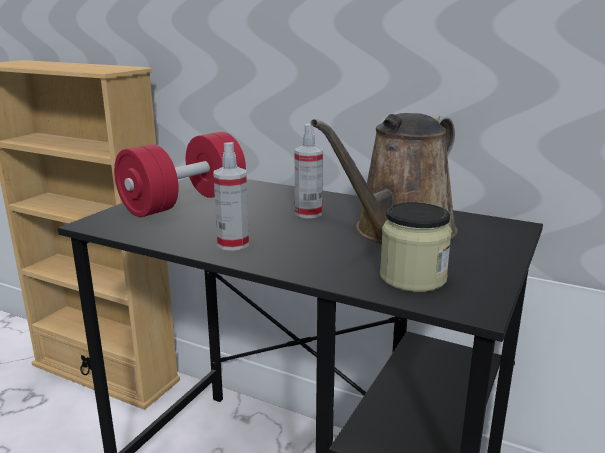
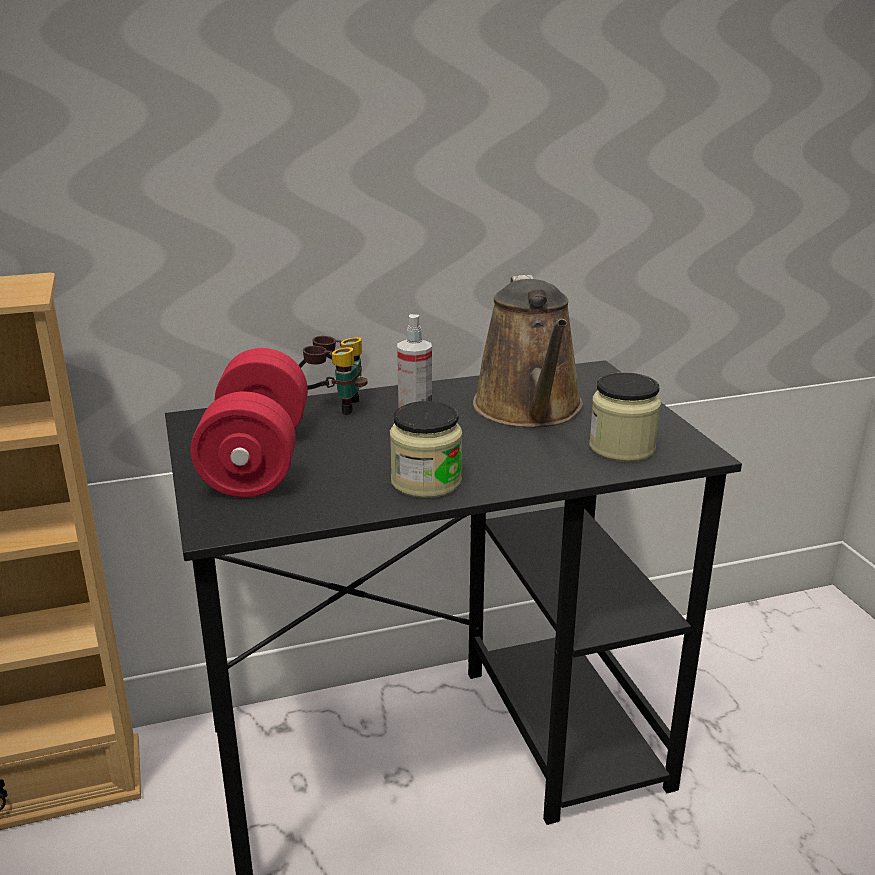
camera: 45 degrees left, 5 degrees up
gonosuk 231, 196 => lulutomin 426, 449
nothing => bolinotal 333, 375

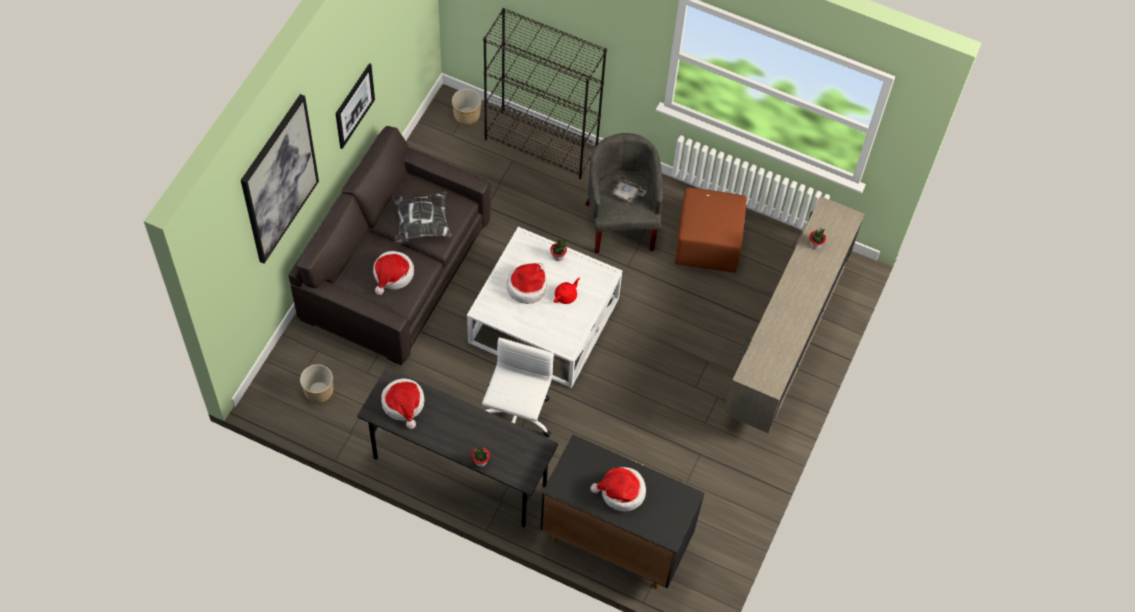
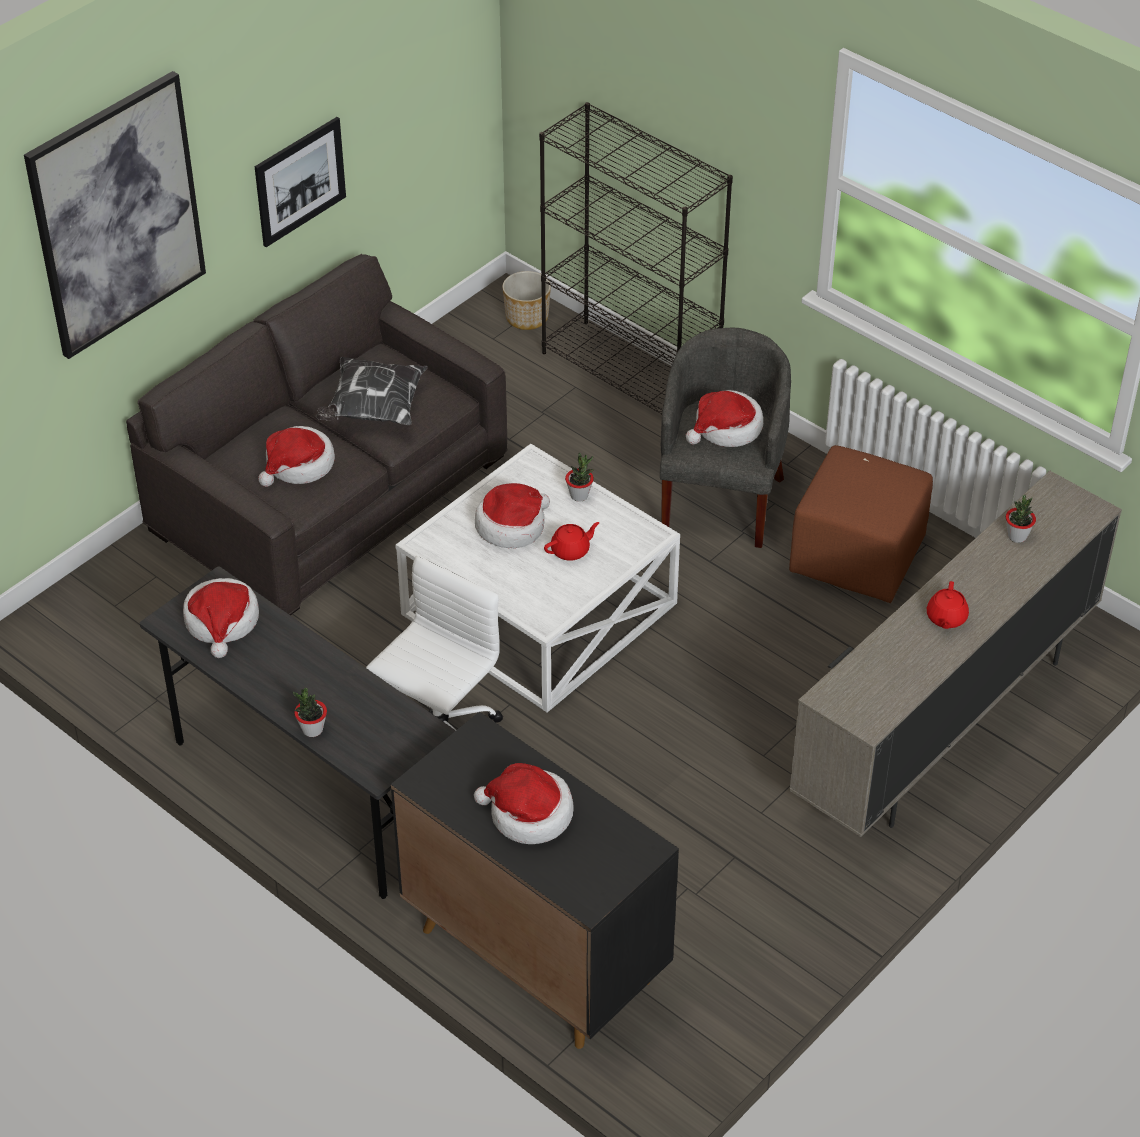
camera: 20 degrees right, 15 degrees down
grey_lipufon 629, 189 => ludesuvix 724, 418
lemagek 316, 383 => nothing
nothing => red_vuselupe 948, 605

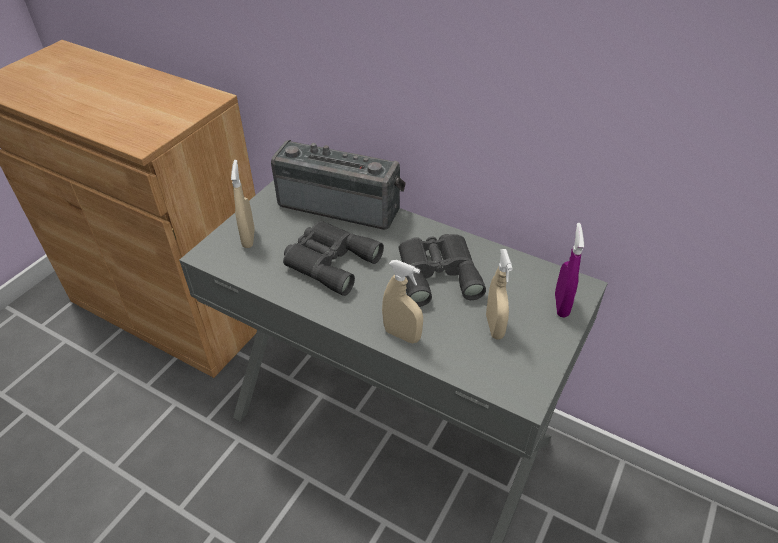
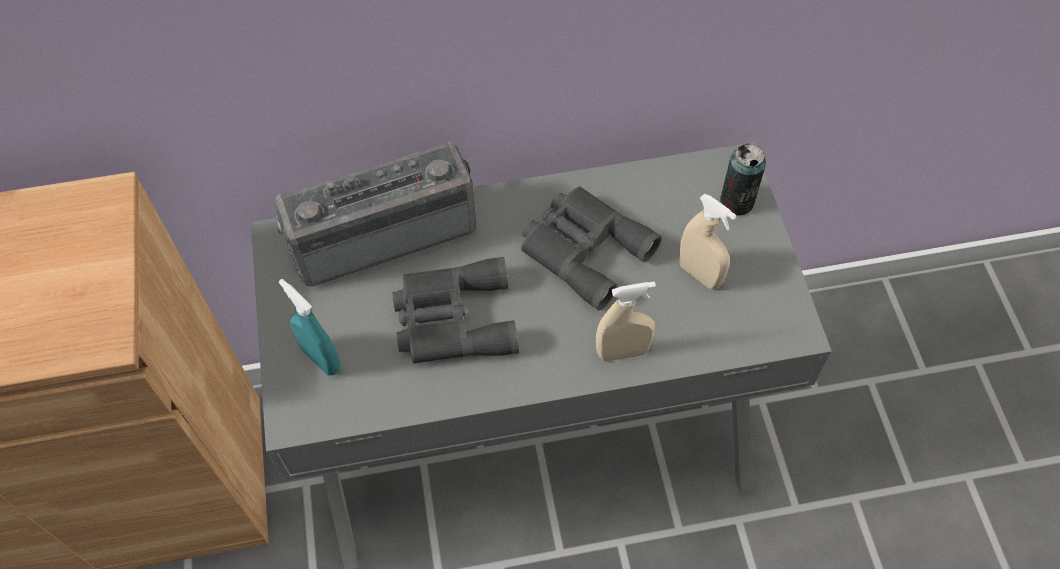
camera: 40 degrees left, 15 degrees up
beige_gonosuk 243, 204 => turquoise_gonosuk 309, 327
purple_gonosuk 569, 270 => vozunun 743, 179

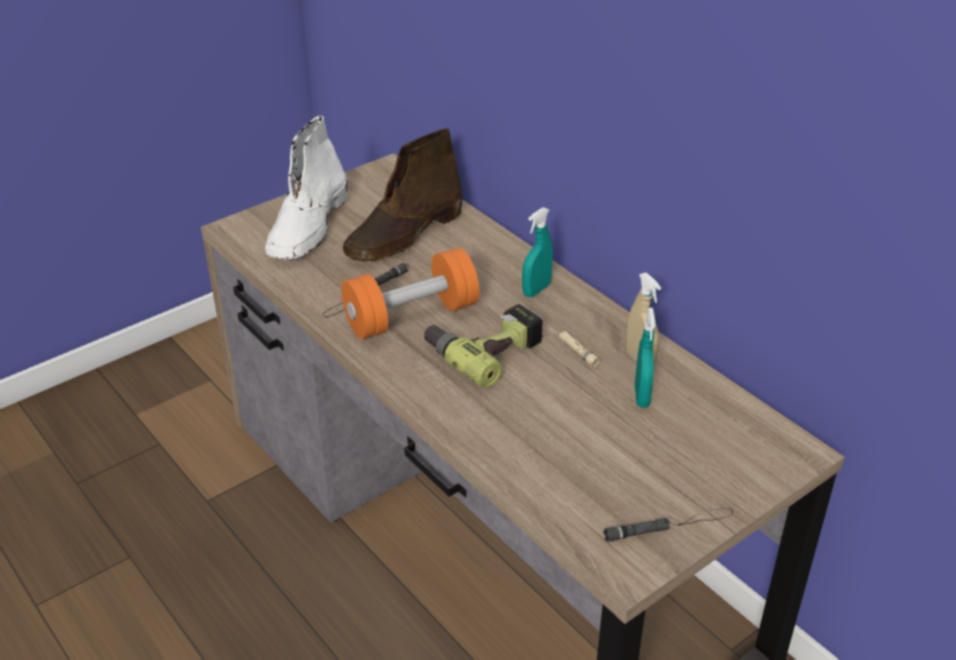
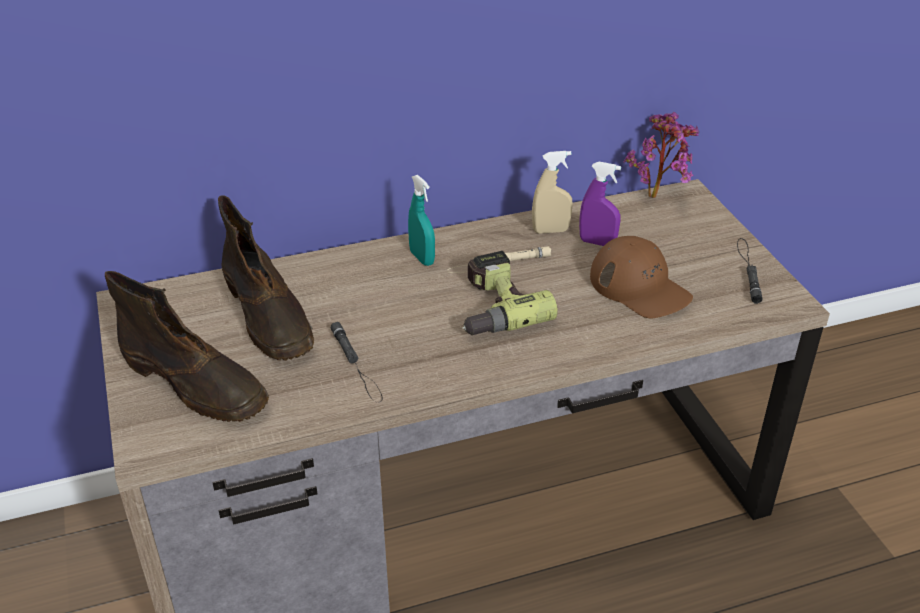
camera: 70 degrees left, 0 degrees up
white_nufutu 306, 187 => brown_nufutu 187, 346
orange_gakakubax 410, 293 => nothing
turquoise_gonosuk 645, 358 => purple_gonosuk 600, 204
nothing => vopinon 661, 155
nothing => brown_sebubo 641, 277

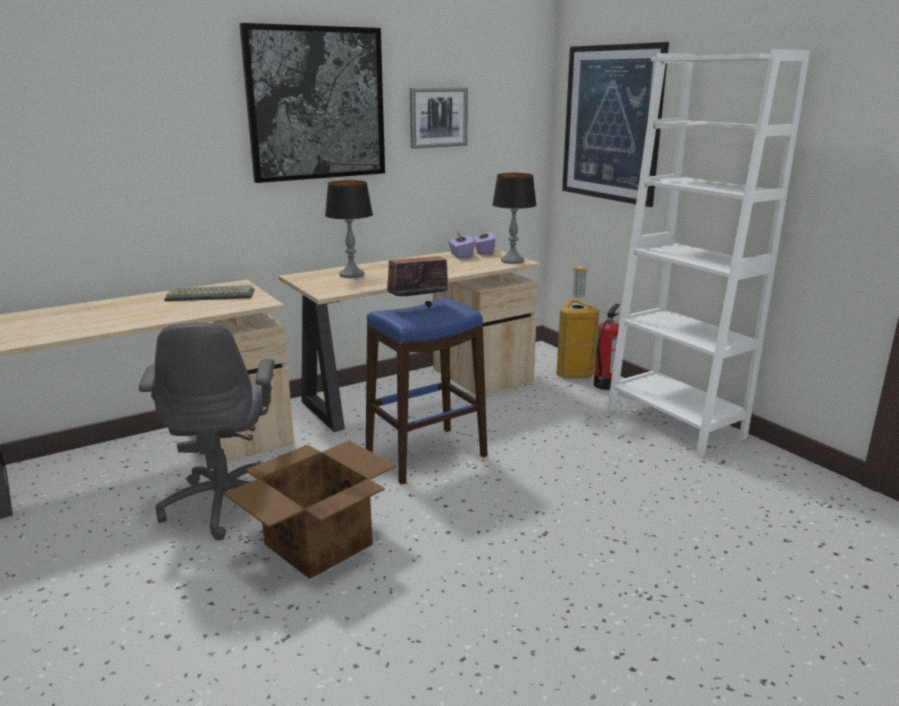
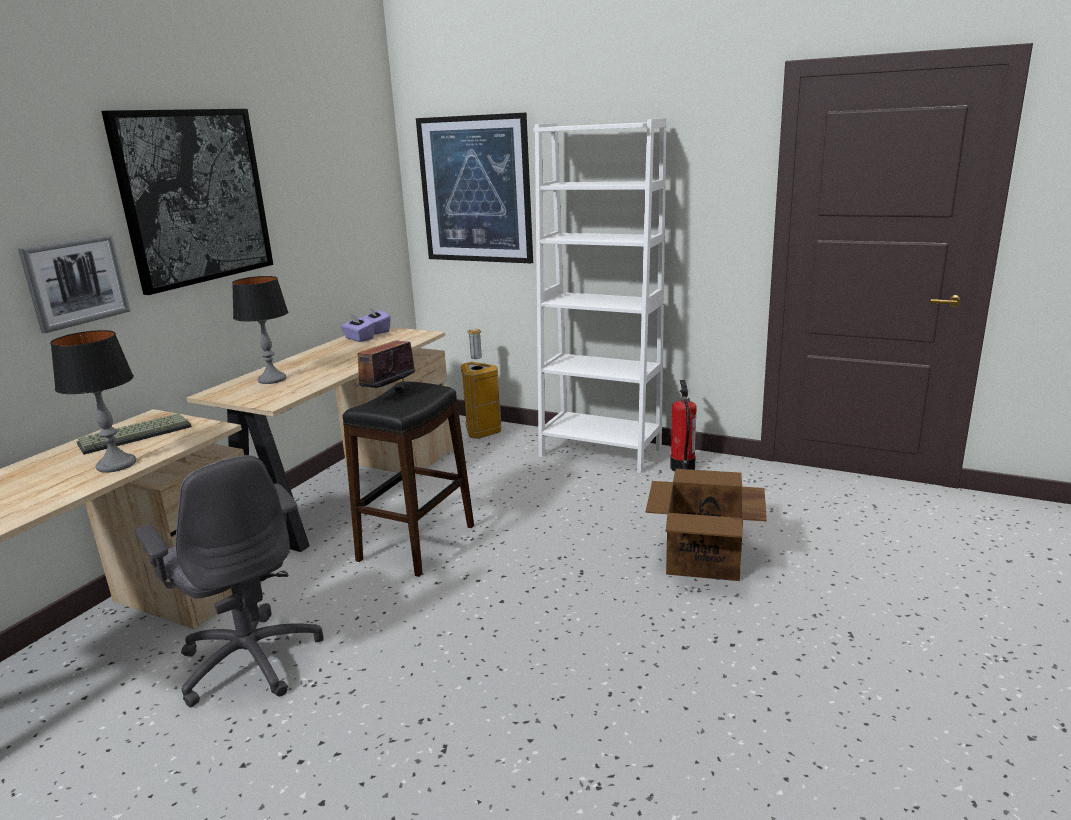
camera: 30 degrees left, 0 degrees up
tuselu 439, 118 => tuselu 74, 283, move
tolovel 514, 218 => tolovel 93, 401, move
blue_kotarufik 427, 391 => black_kotarufik 408, 479
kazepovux 607, 347 => kazepovux 683, 425, move
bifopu 310, 510 => bifopu 706, 525, move

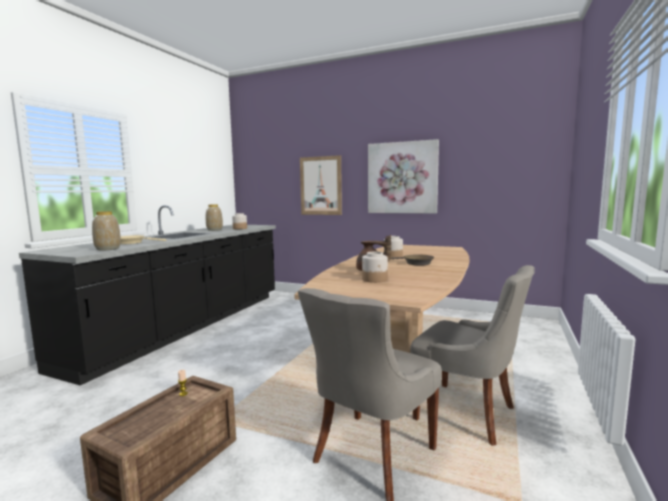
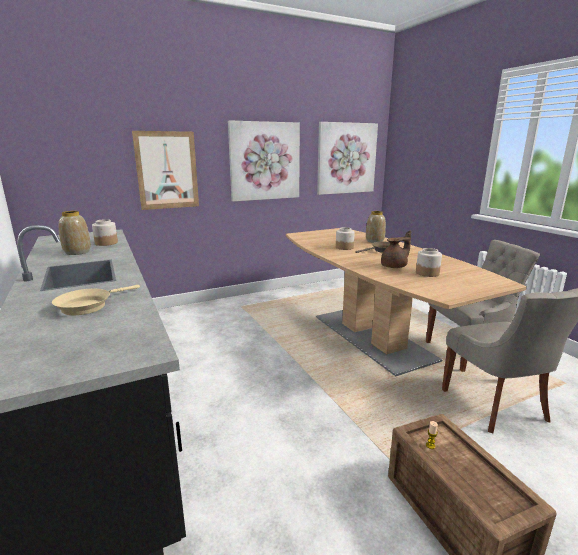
camera: 50 degrees left, 10 degrees up
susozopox 106, 231 => susozopox 376, 227, move
nothing => tuselu 347, 158

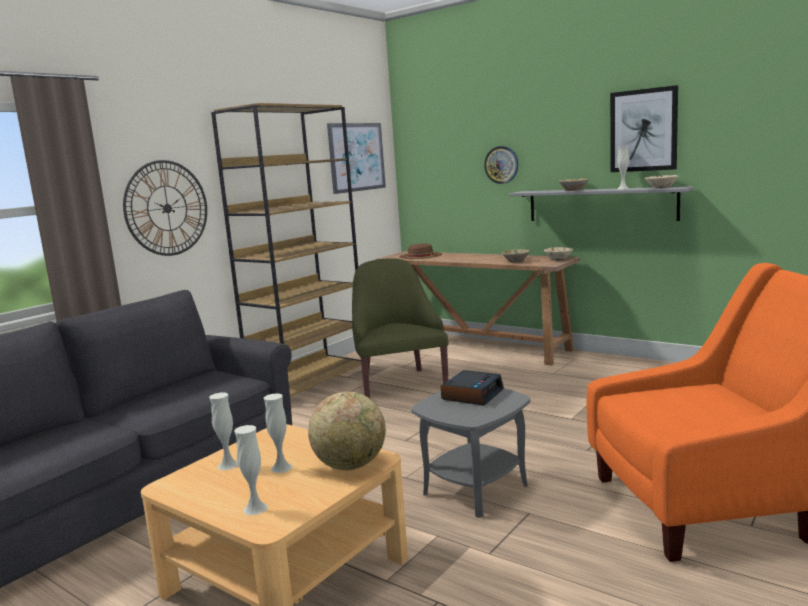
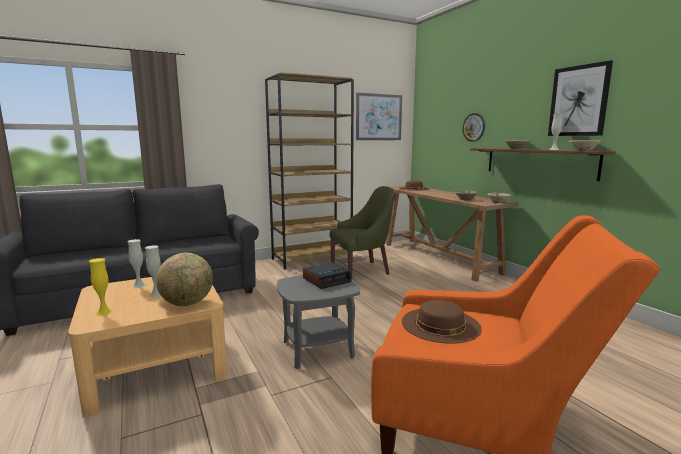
camera: 25 degrees right, 0 degrees up
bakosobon 165, 208 => nothing
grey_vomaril 601, 203 => brown_vomaril 543, 164
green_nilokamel 400, 328 => green_nilokamel 361, 232, 60 degrees clockwise
white_susozopox 251, 470 => yellow_susozopox 101, 287
nothing => brown_ludesuvix 442, 322

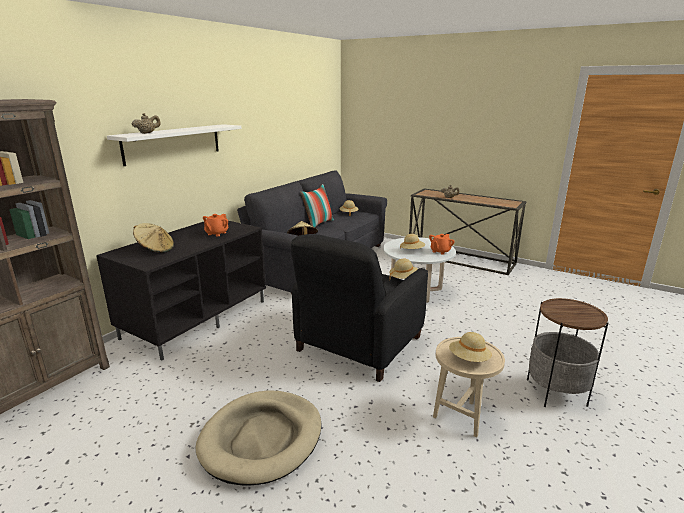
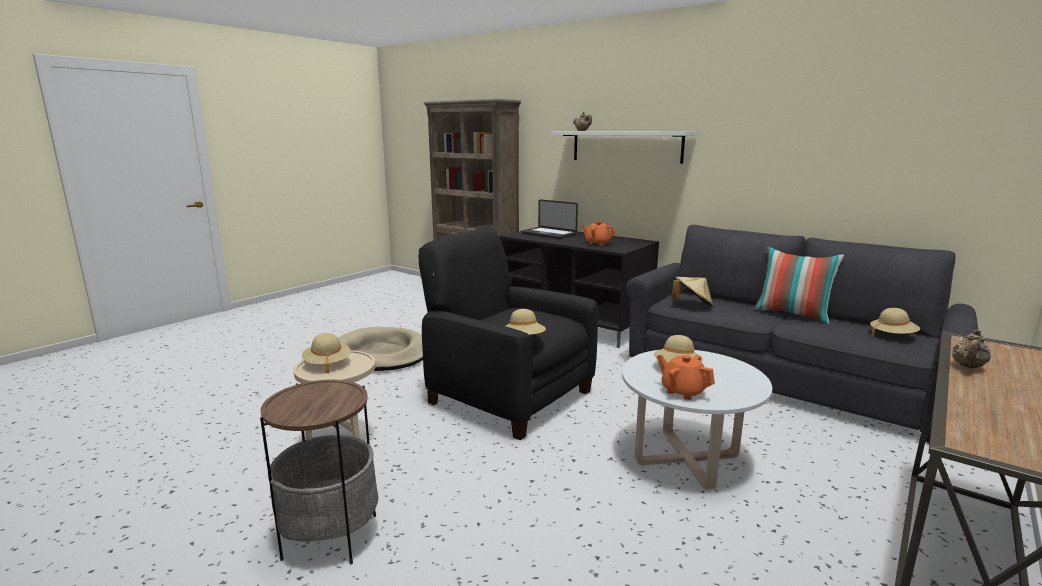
camera: 95 degrees right, 5 degrees down
beige_ludesuvix 153, 238 => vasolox 550, 219

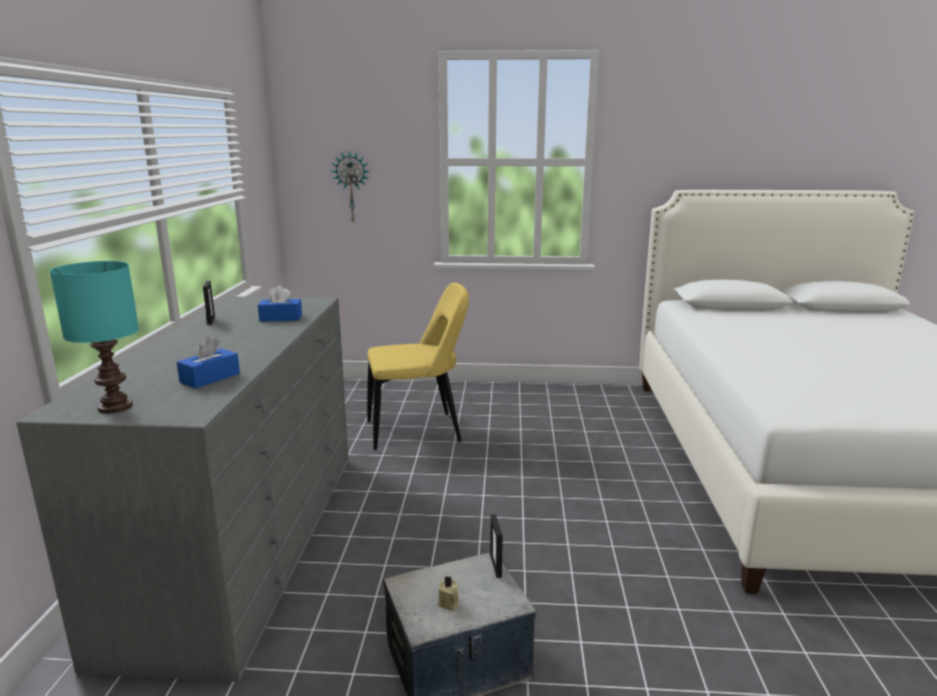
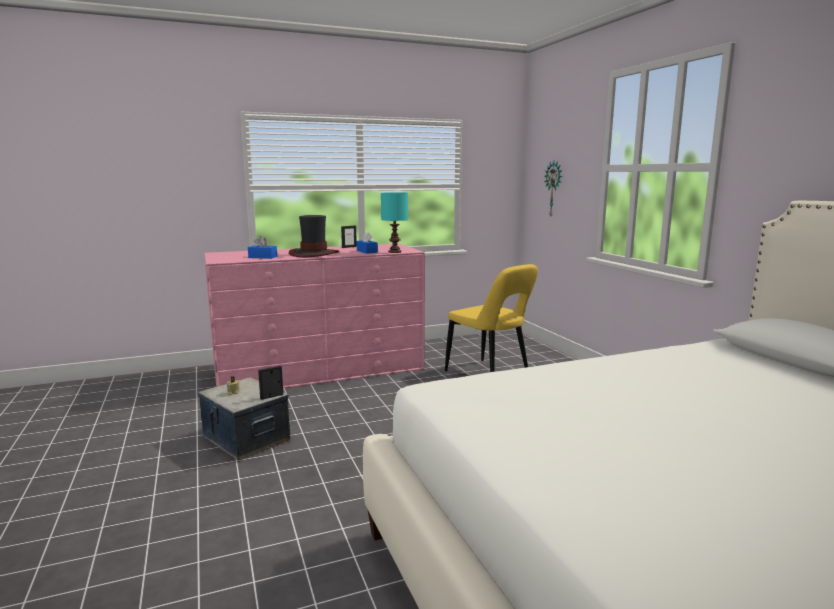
camera: 65 degrees right, 5 degrees down
turquoise_tolovel 94, 337 => turquoise_tolovel 394, 222, move
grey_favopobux 182, 489 => pink_favopobux 314, 316
nothing => ludesuvix 314, 236

